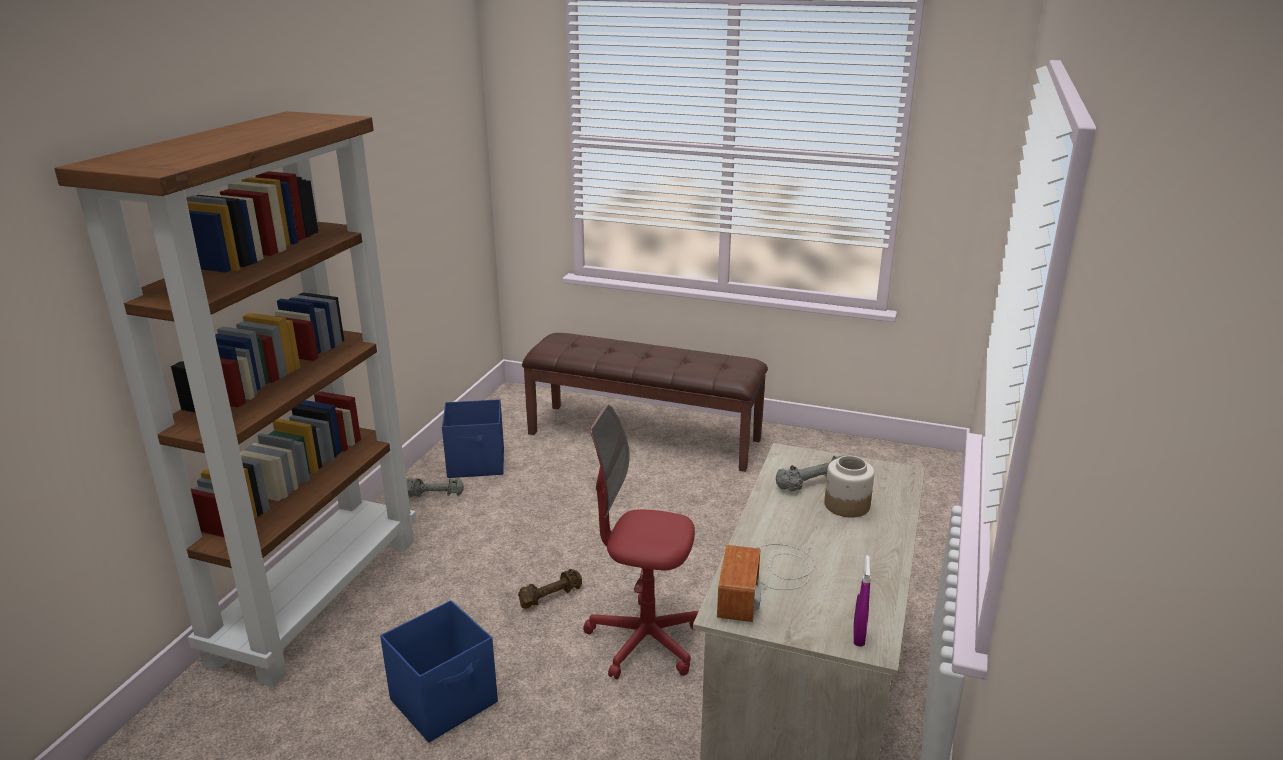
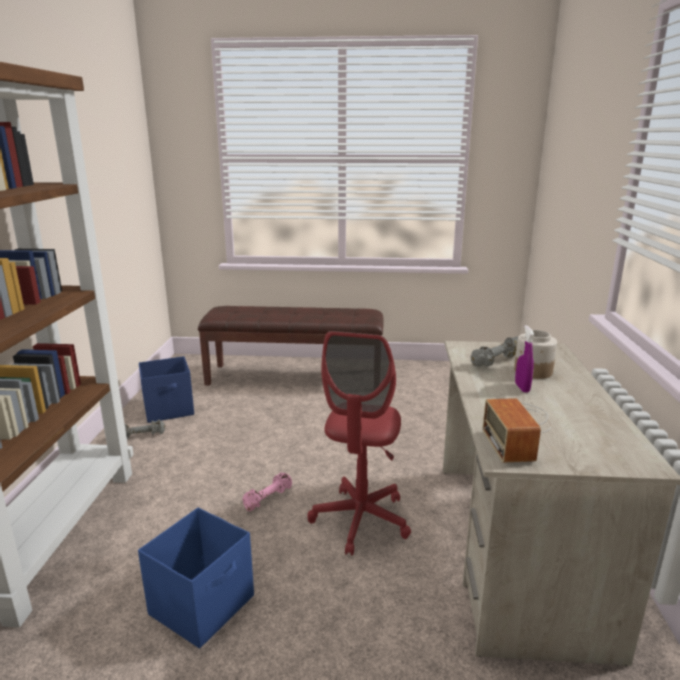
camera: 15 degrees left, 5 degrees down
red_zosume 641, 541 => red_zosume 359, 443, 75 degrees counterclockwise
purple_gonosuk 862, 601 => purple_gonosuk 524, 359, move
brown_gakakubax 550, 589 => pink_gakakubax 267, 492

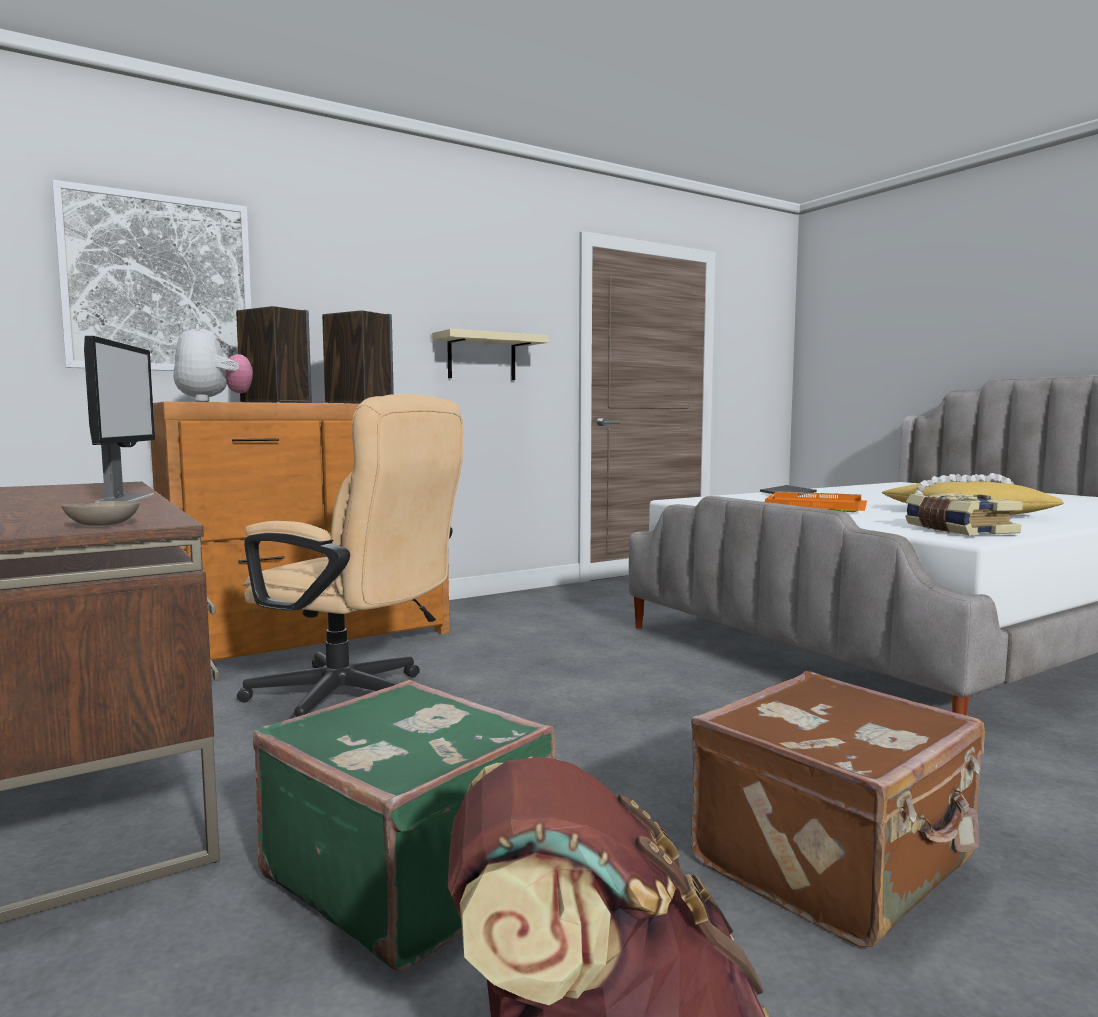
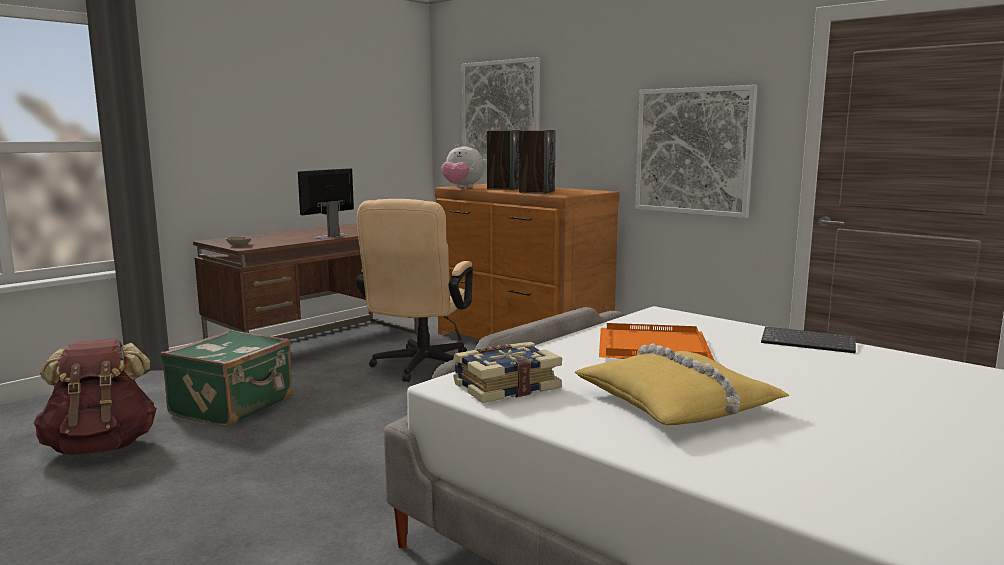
camera: 75 degrees right, 5 degrees up
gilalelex 213, 363 => gilalelex 462, 166, 60 degrees clockwise
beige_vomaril 490, 354 => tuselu 696, 151
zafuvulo 119, 419 => zafuvulo 326, 203, 150 degrees clockwise
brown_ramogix 838, 809 => nothing

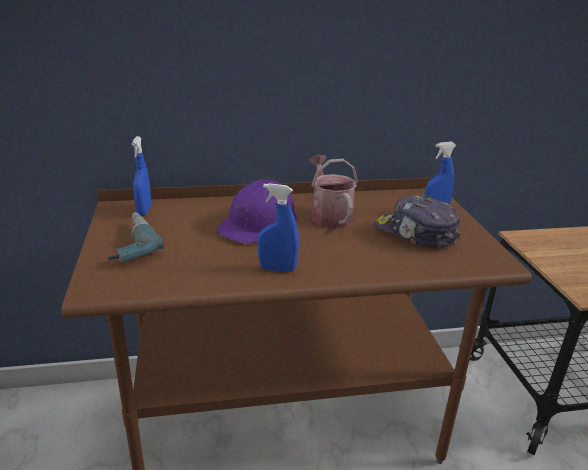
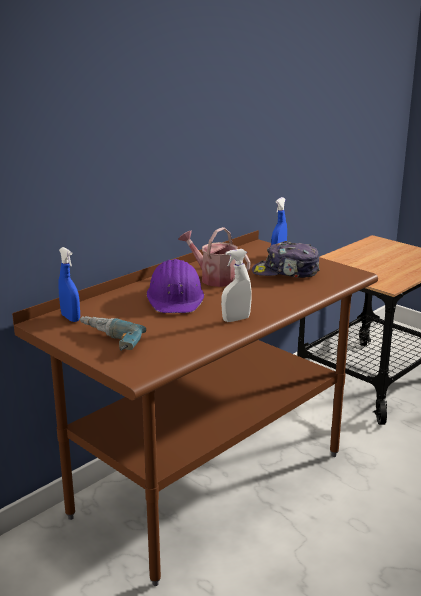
camera: 35 degrees left, 5 degrees down
blue_gonosuk 278, 227 => white_gonosuk 236, 285

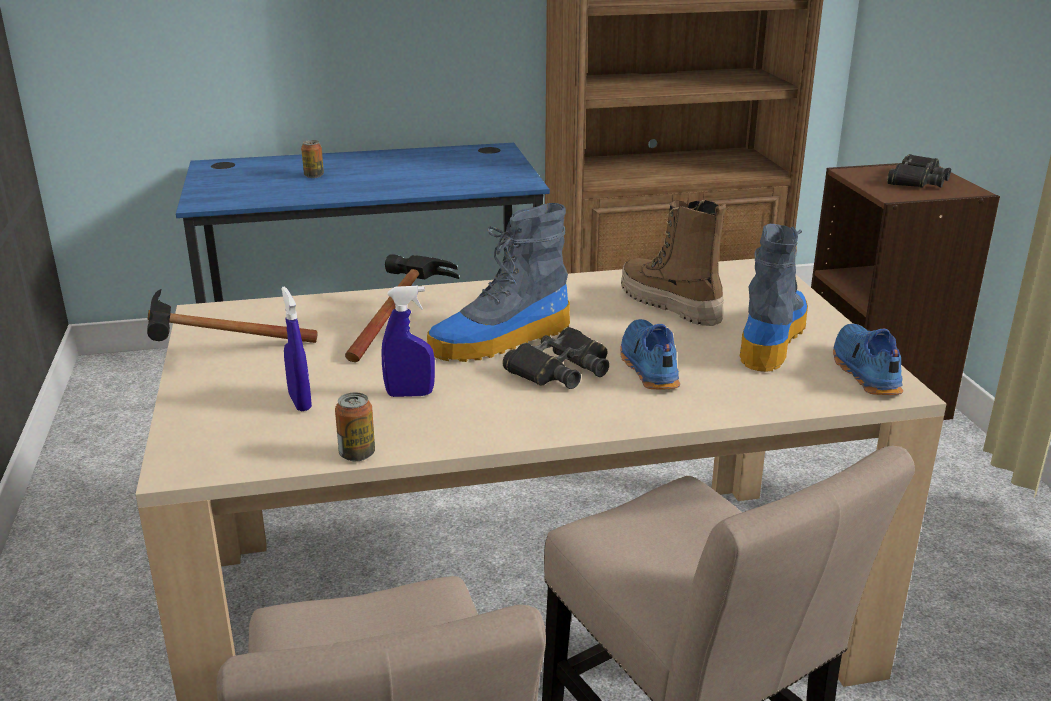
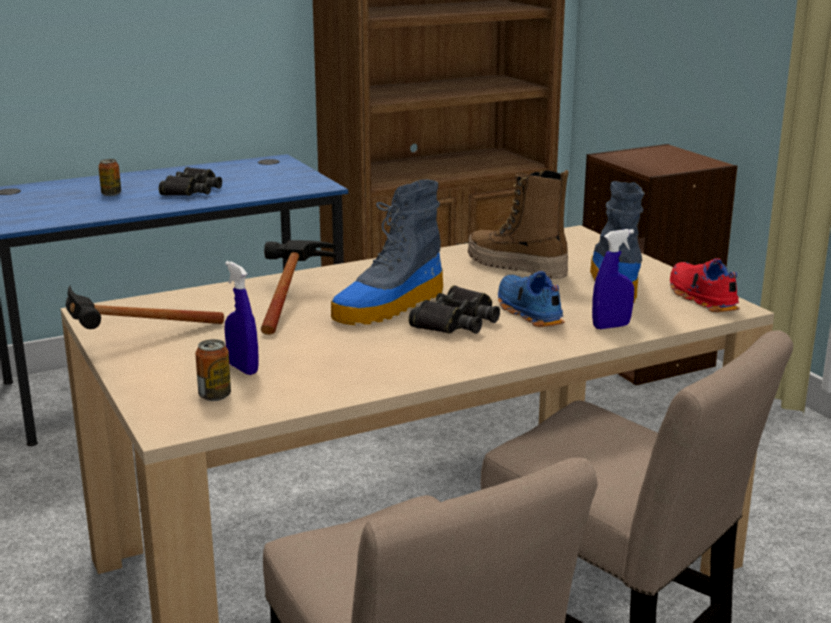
camera: 15 degrees left, 5 degrees down
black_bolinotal 919, 170 => black_bolinotal 190, 181, move
blue_gonosuk 408, 341 => blue_gonosuk 613, 279, move
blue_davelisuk 868, 359 => red_davelisuk 705, 285
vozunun 355, 426 => vozunun 213, 370, move

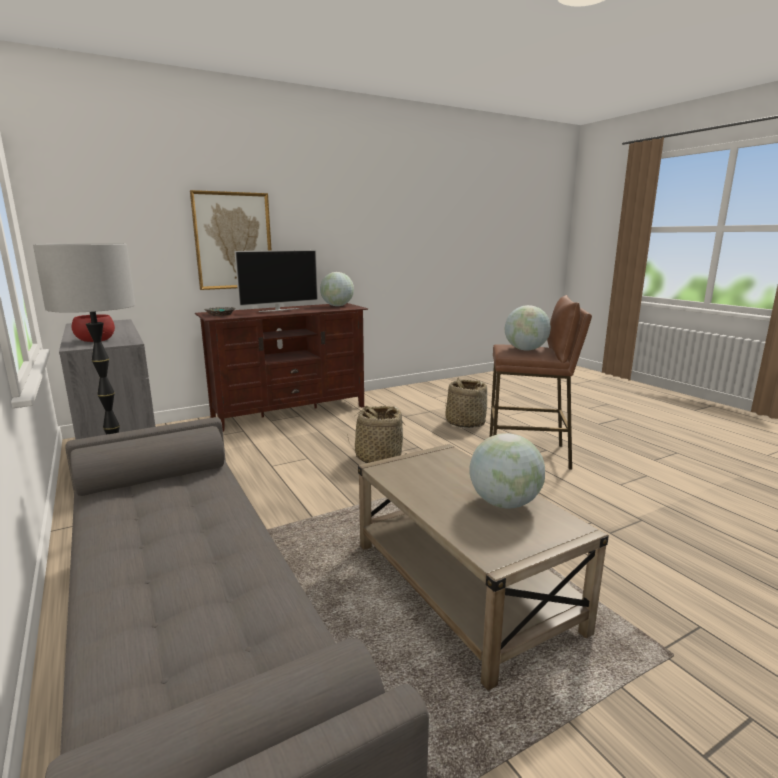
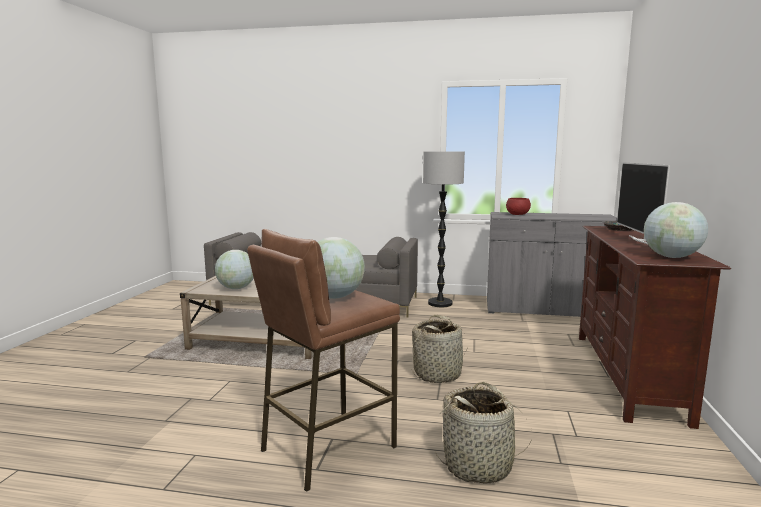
camera: 130 degrees right, 5 degrees down
tuselu 231, 240 => nothing

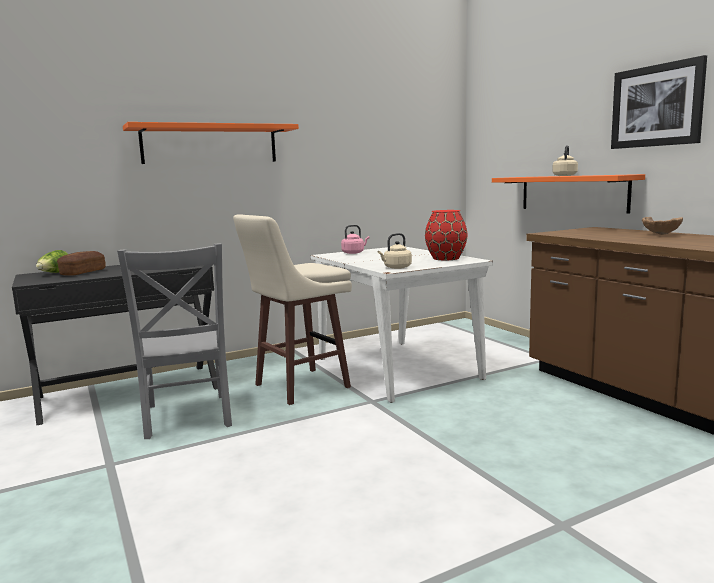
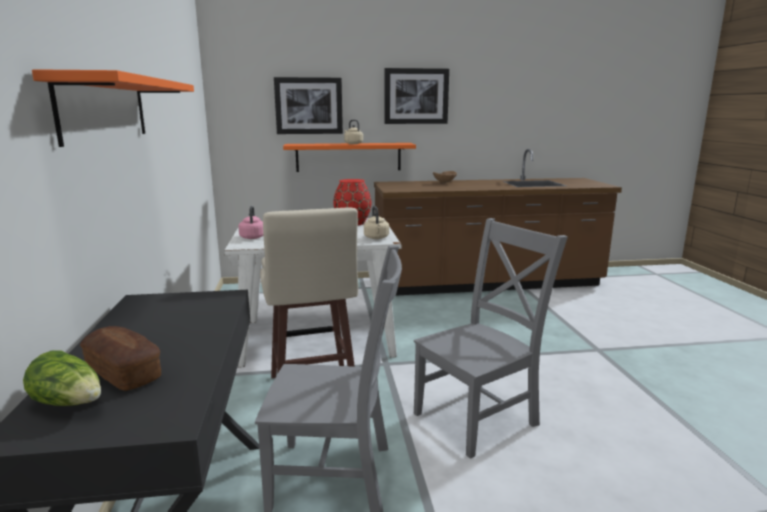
camera: 70 degrees left, 5 degrees up
nothing => tuselu 308, 105
nothing => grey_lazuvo 491, 338

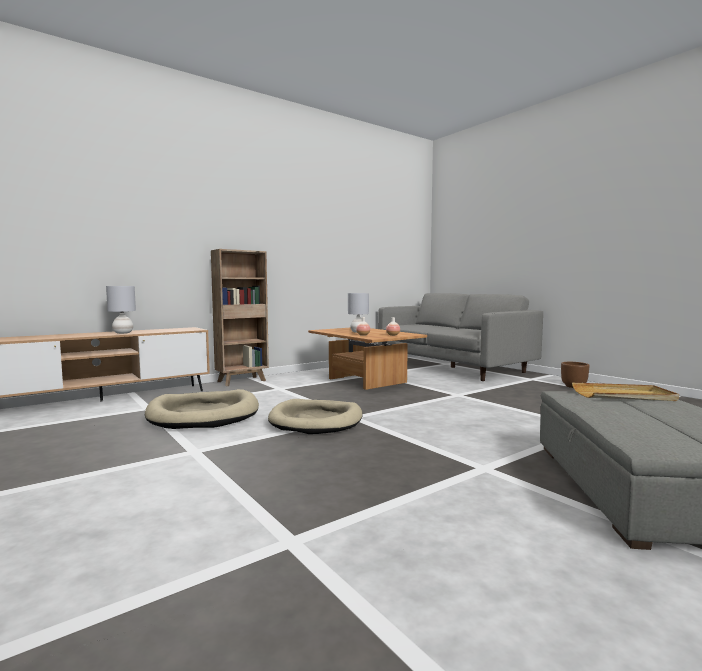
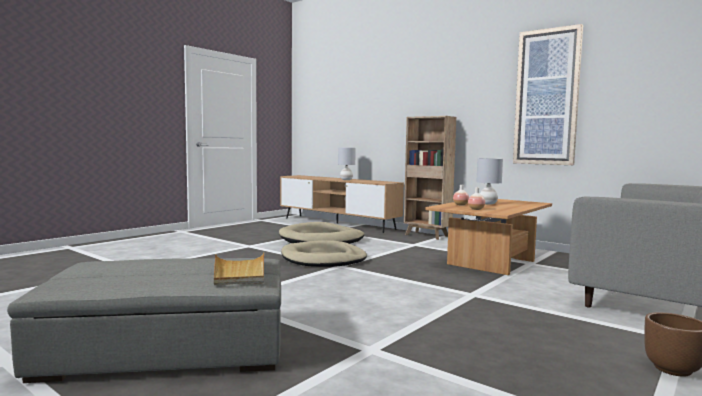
camera: 75 degrees right, 0 degrees up
nothing => tuselu 548, 94

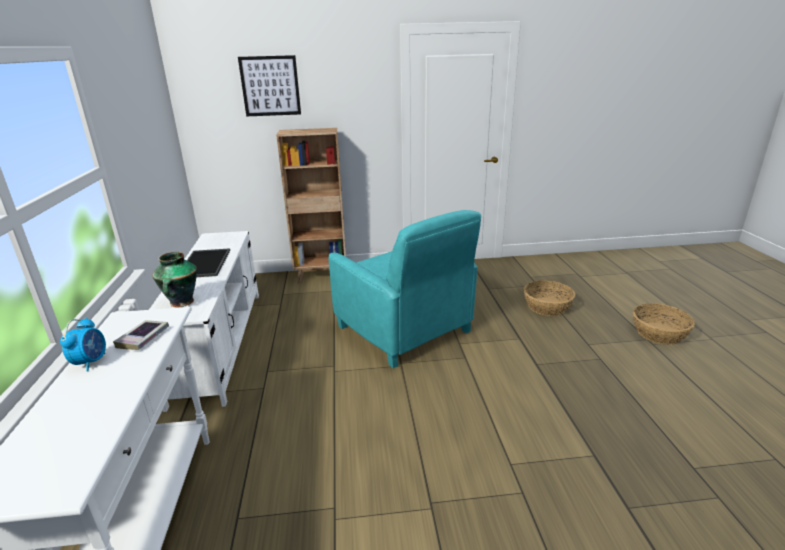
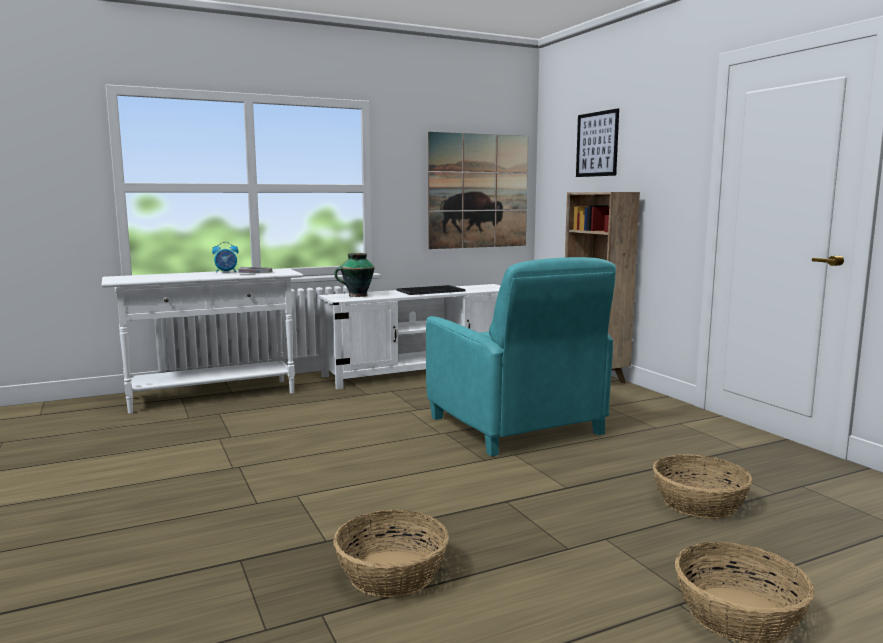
camera: 70 degrees right, 15 degrees down
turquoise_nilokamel 405, 289 => turquoise_nilokamel 521, 356, 60 degrees counterclockwise
nothing => tuselu 478, 190
nothing => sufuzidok 391, 554

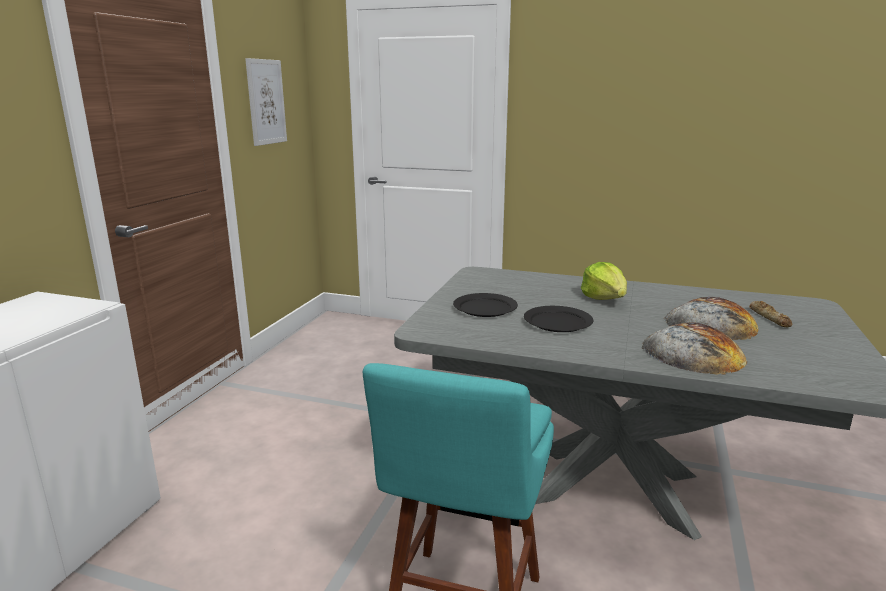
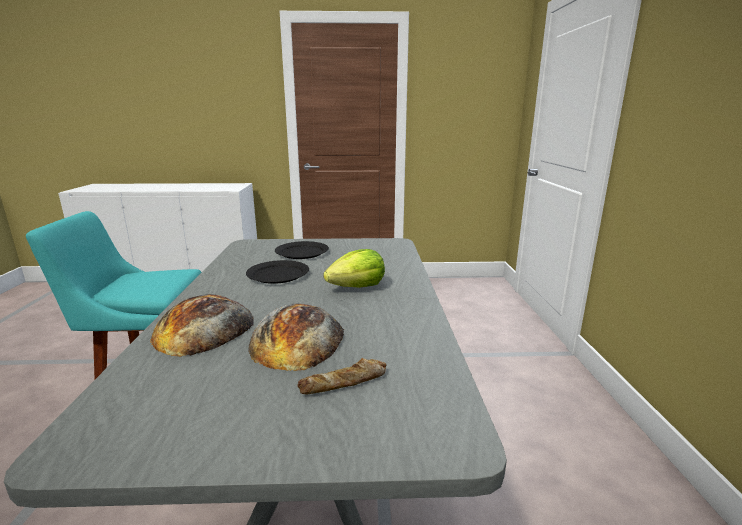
camera: 70 degrees right, 0 degrees up
tuselu 266, 102 => nothing

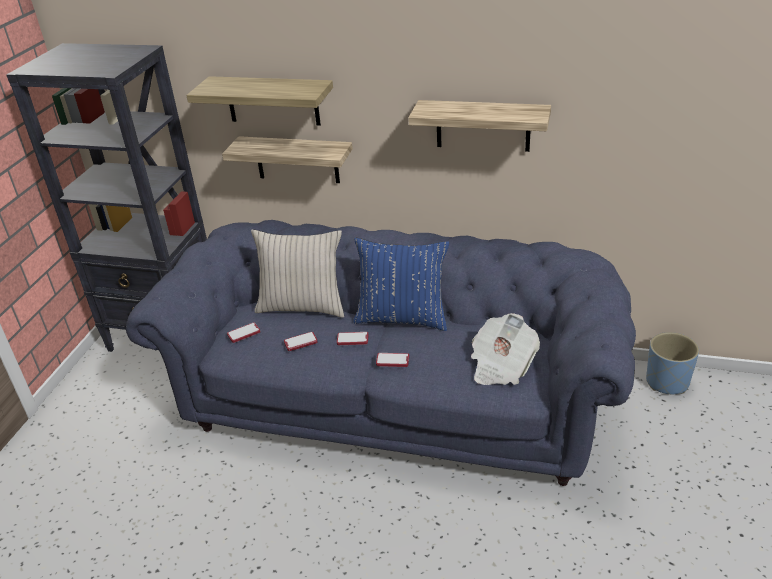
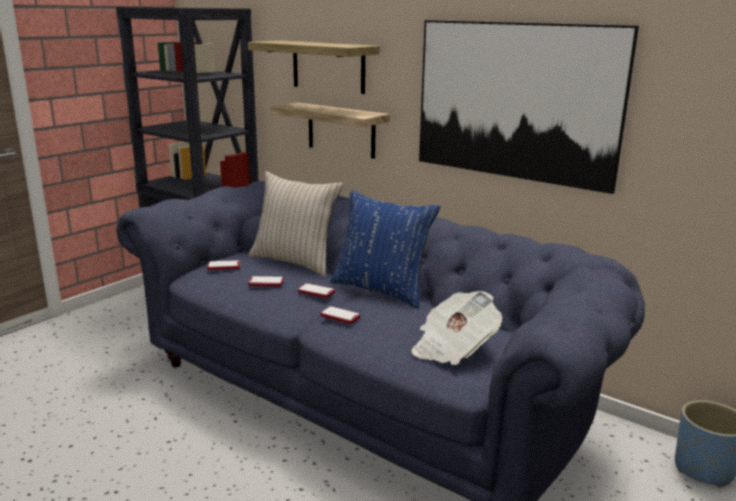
camera: 20 degrees right, 15 degrees down
vomaril 479, 126 => tuselu 529, 107

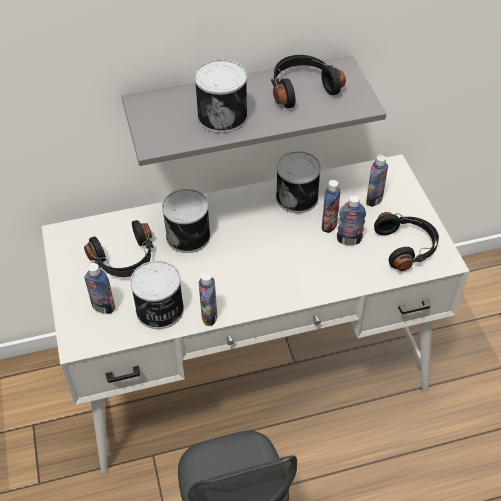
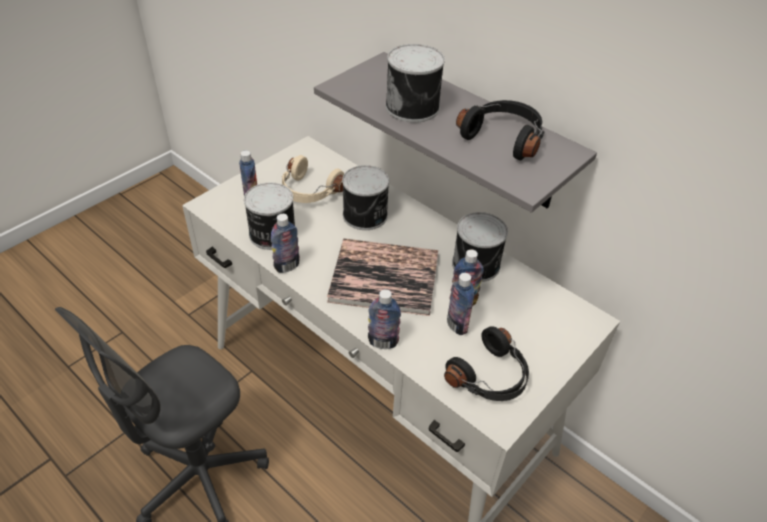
camera: 55 degrees right, 5 degrees down
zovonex 377, 181 => zovonex 384, 319, move
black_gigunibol 118, 248 => beige_gigunibol 313, 179
nothing => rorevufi 382, 277

